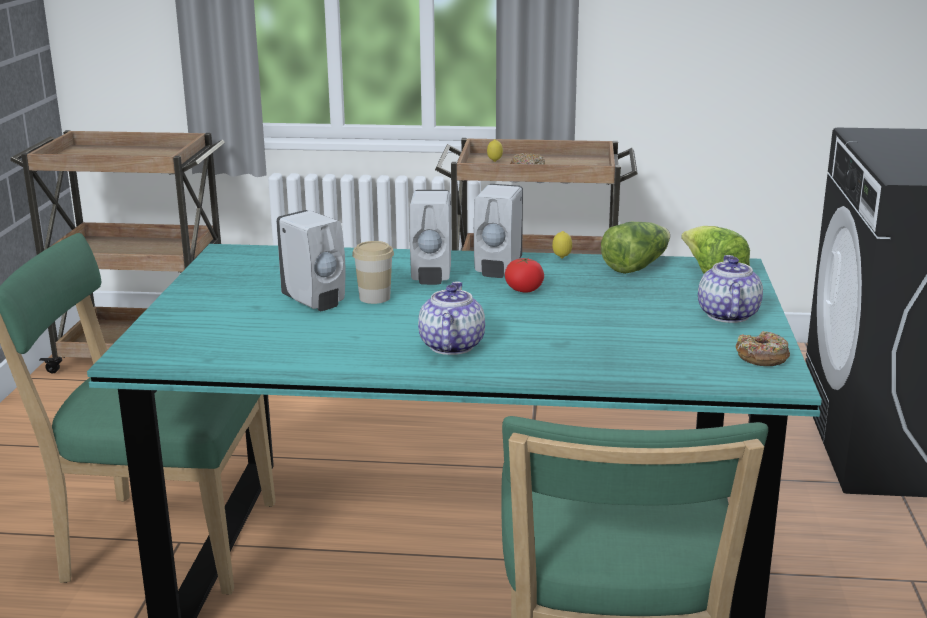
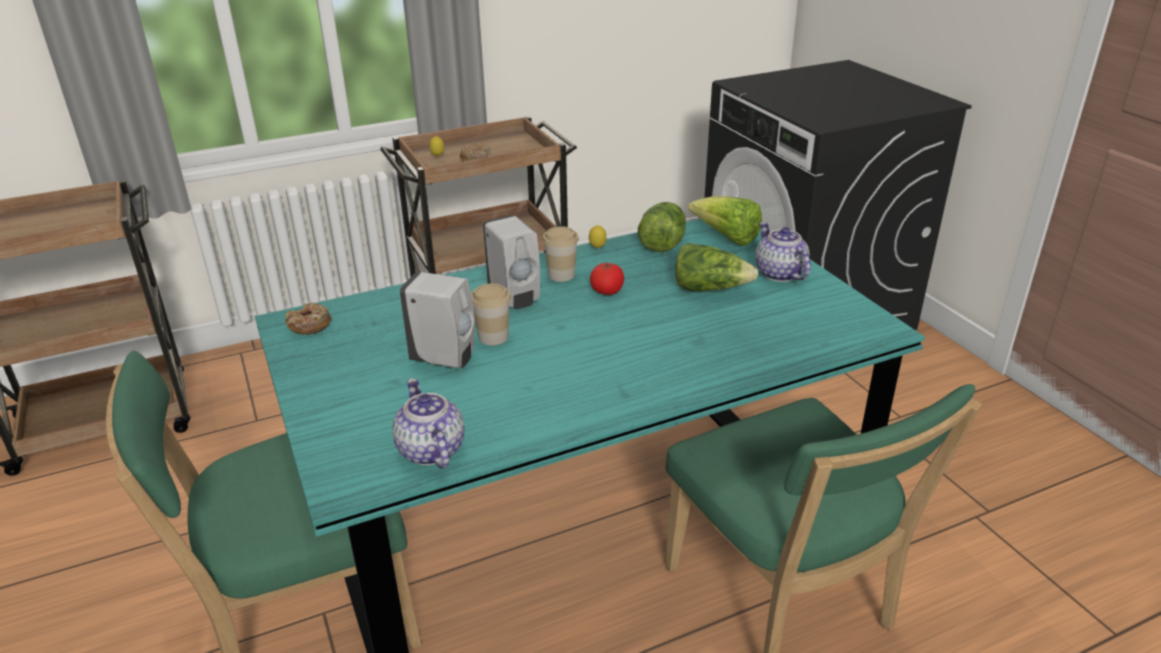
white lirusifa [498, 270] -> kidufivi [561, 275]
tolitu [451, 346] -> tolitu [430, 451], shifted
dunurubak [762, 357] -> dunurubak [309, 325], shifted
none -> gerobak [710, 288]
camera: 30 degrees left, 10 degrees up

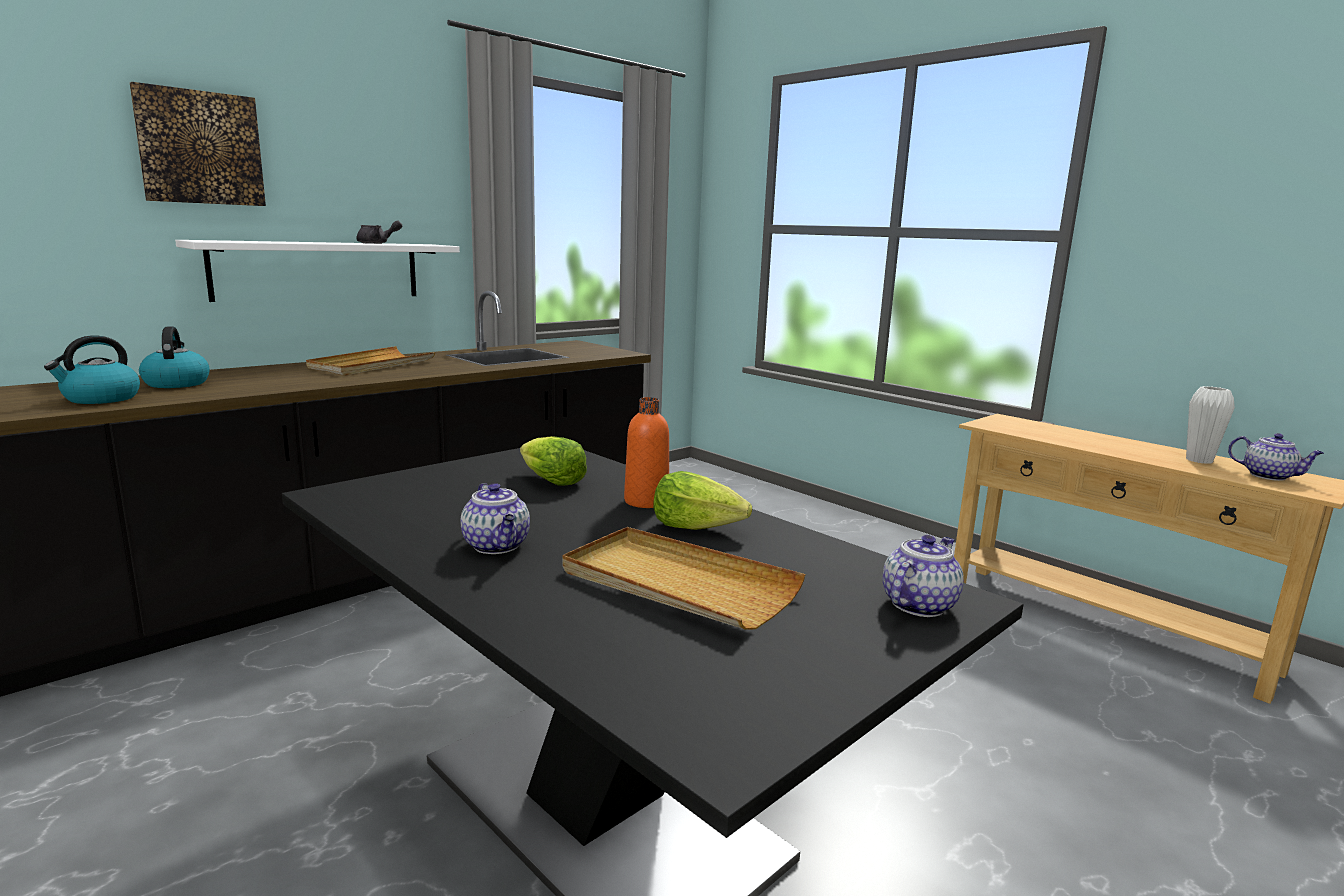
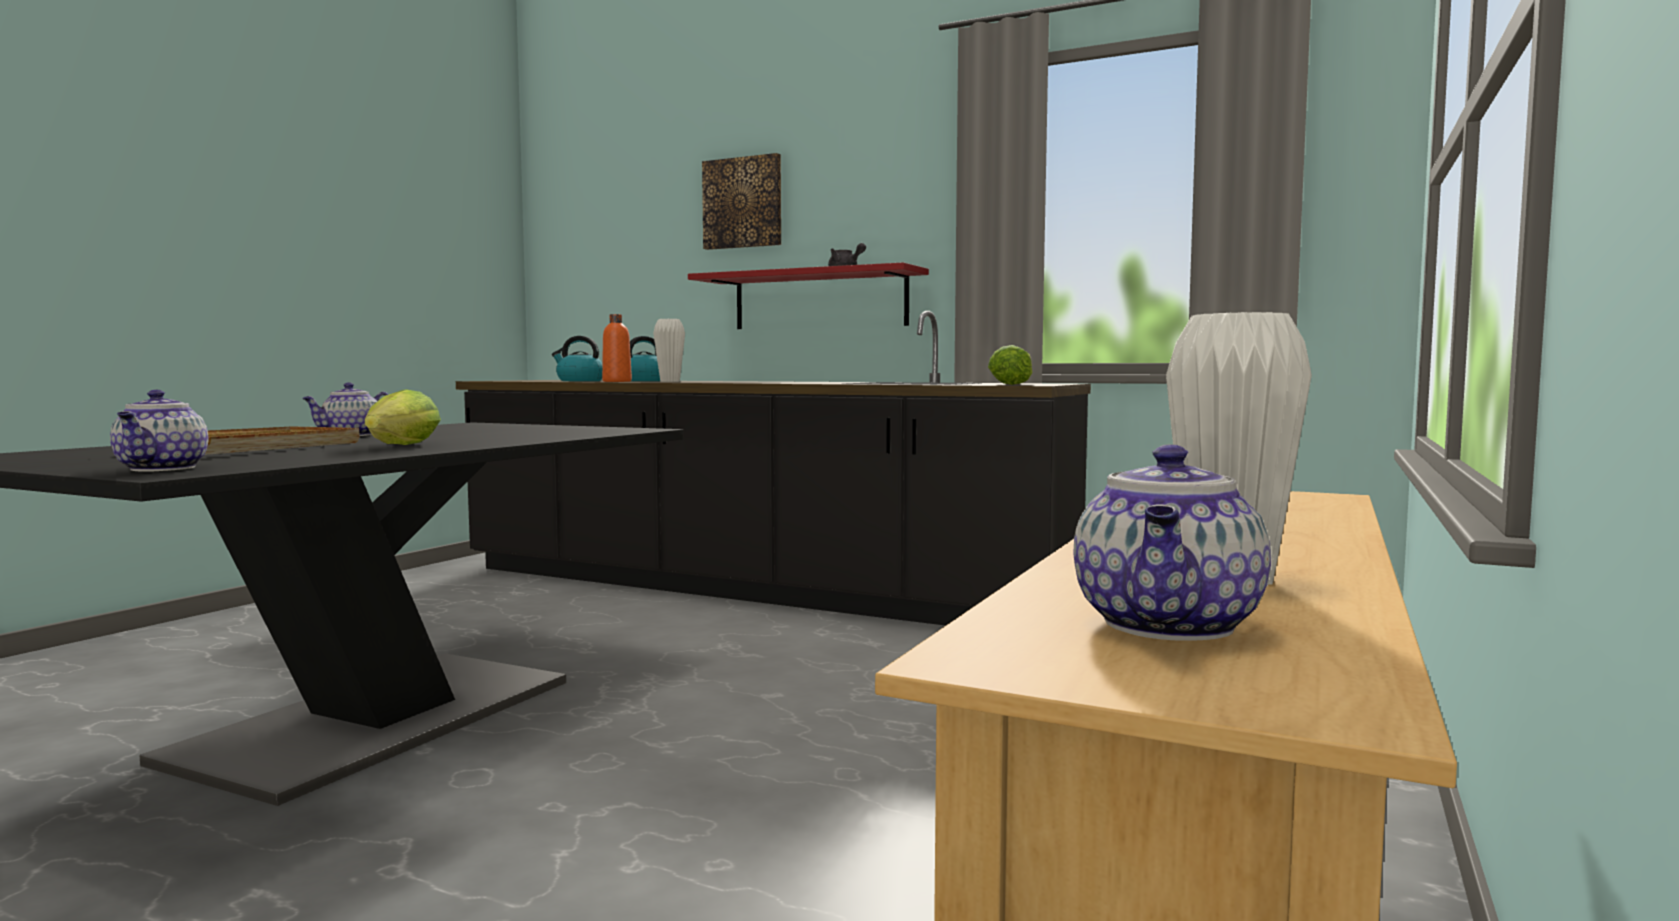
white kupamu [318, 270] -> red kupamu [819, 300]
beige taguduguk [372, 365] -> none
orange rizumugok [646, 501] -> orange rizumugok [617, 381], shifted
gerobak [550, 481] -> gerobak [1011, 384], shifted
tolitu [918, 604] -> tolitu [162, 469], 60 degrees clockwise
none -> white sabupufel [670, 381]
camera: 70 degrees right, 10 degrees down

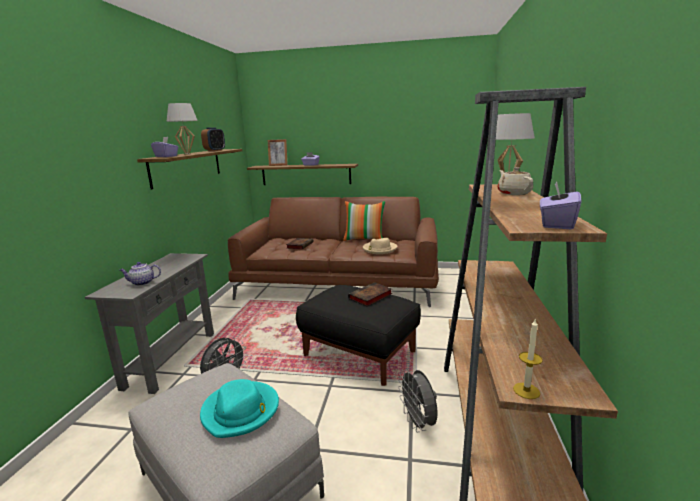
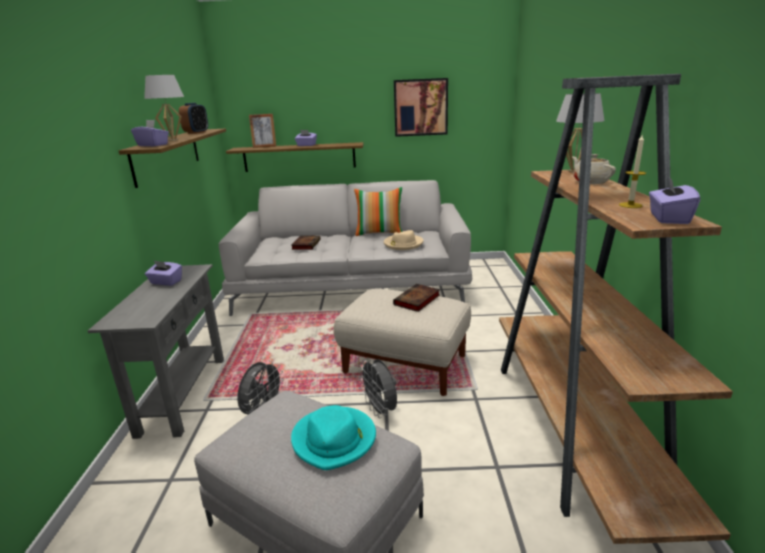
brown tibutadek [340, 283] -> grey tibutadek [352, 285]
tolitu [142, 283] -> none
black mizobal [359, 353] -> beige mizobal [405, 364]
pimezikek [526, 391] -> pimezikek [630, 205], shifted
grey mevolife [418, 423] -> grey mevolife [380, 410], shifted
none -> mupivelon [420, 107]
none -> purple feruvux [166, 282]
camera: 10 degrees left, 5 degrees up

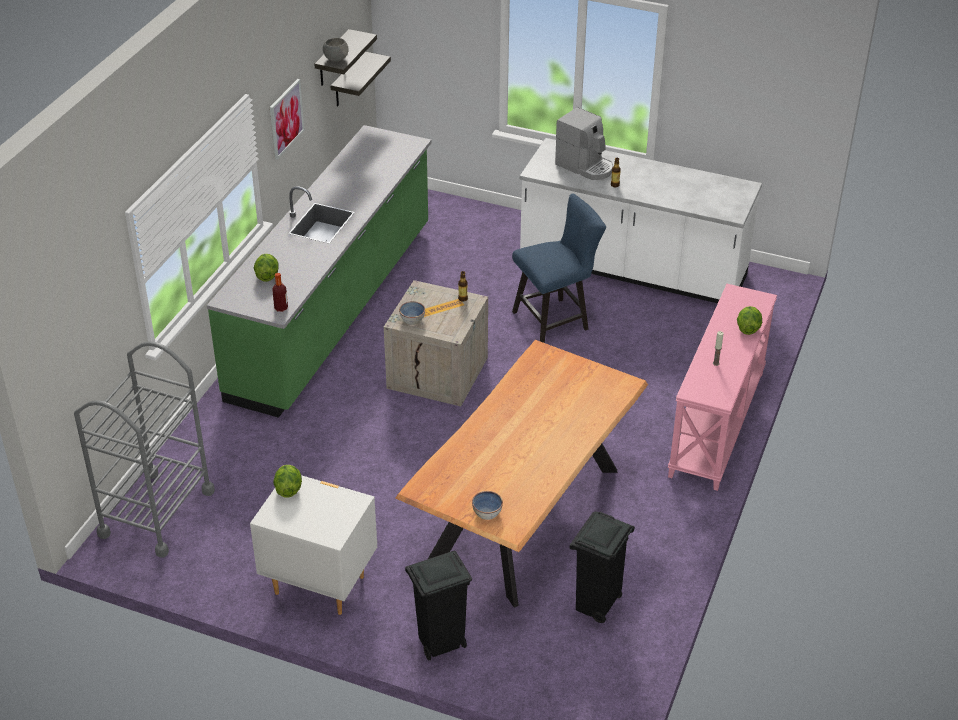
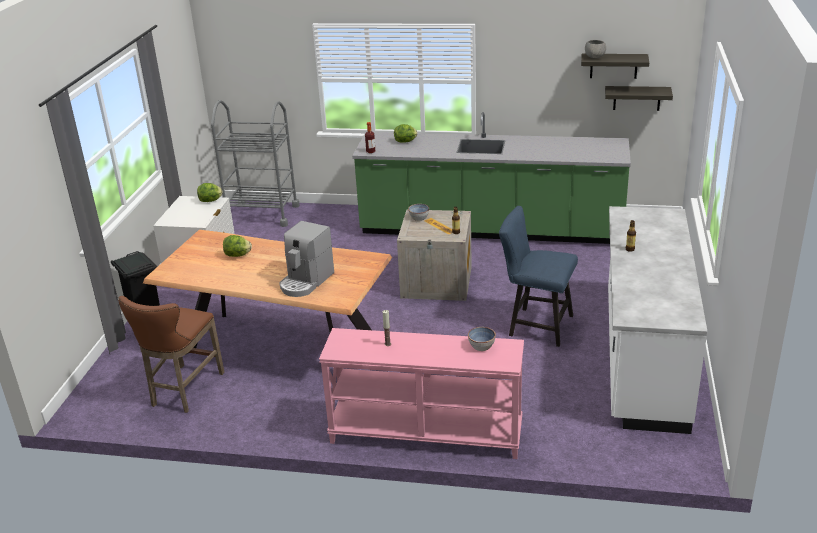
mupivelon [286, 118] -> none
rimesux [585, 166] -> rimesux [306, 281], shifted
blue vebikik [555, 320] -> blue vebikik [535, 325], 150 degrees clockwise
gerobak [747, 328] -> gerobak [237, 255], shifted
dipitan [487, 513] -> dipitan [481, 346], shifted
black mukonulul [597, 606] -> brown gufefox [183, 391]
camera: 80 degrees right, 10 degrees down

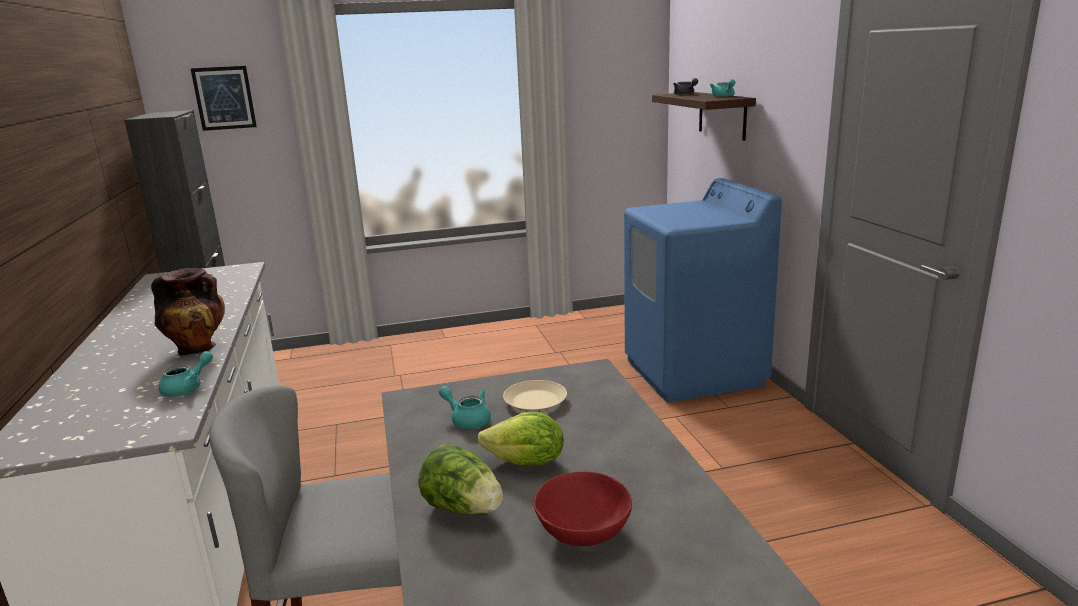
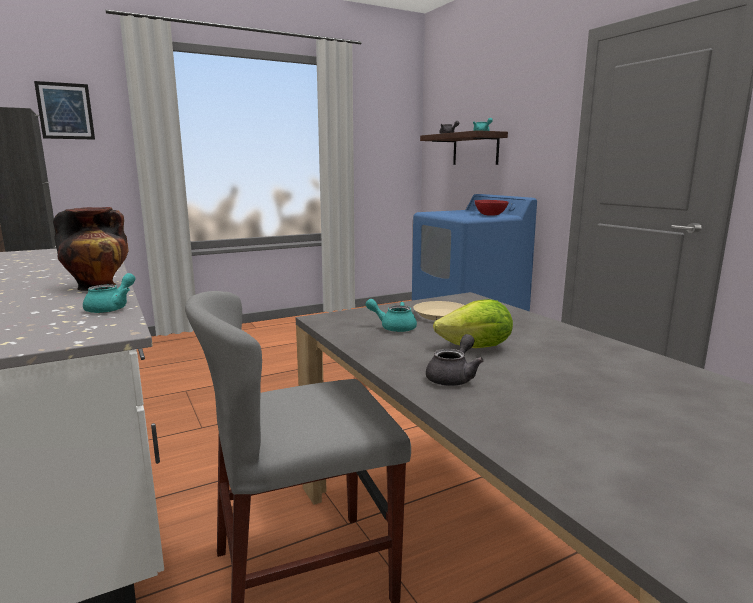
gerobak [464, 508] -> grey tolitu [453, 377]
red dipitan [583, 533] -> red dipitan [490, 215], shifted
camera: 15 degrees left, 5 degrees down

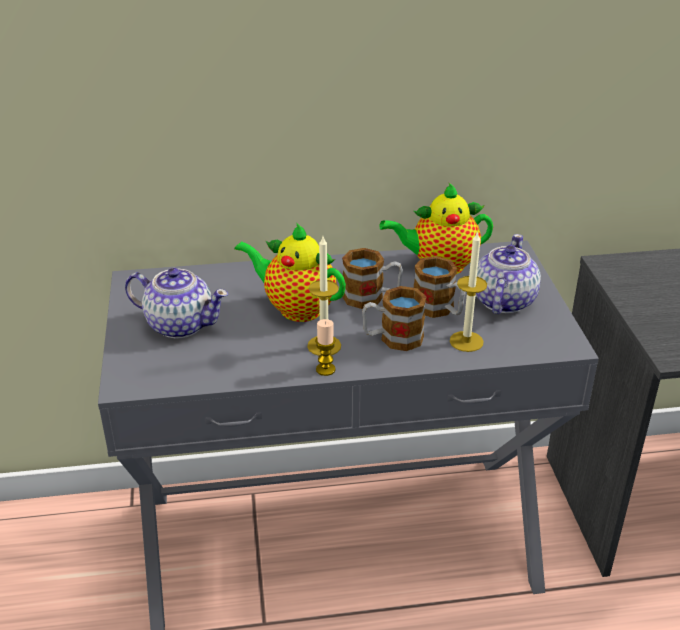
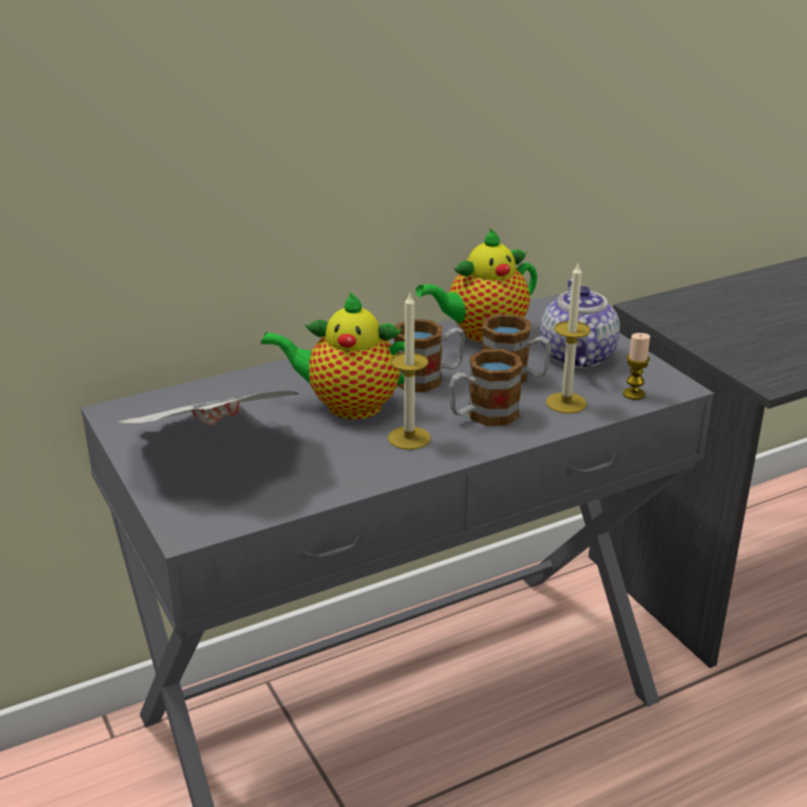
tolitu [179, 324] -> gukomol [214, 449]
pimezikek [325, 369] -> pimezikek [633, 394], shifted
camera: 20 degrees left, 5 degrees down

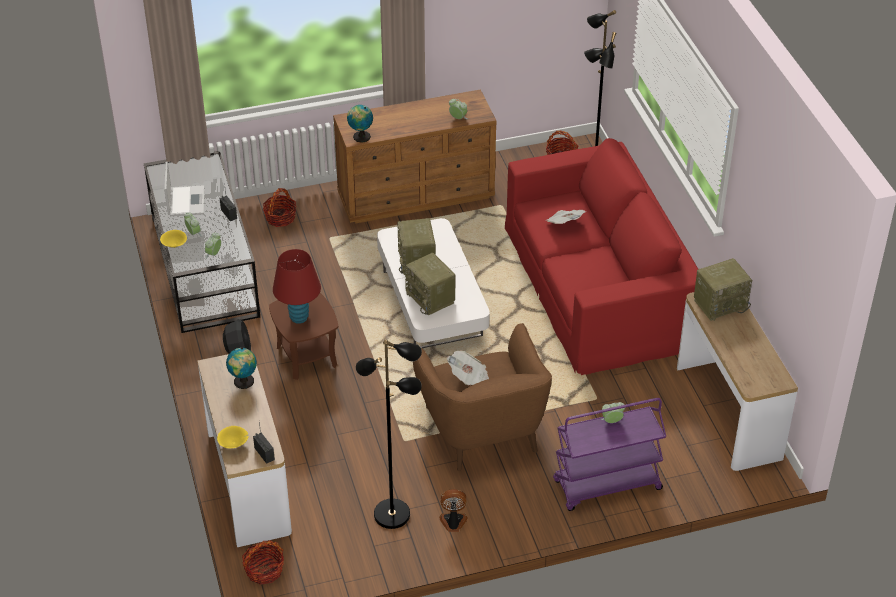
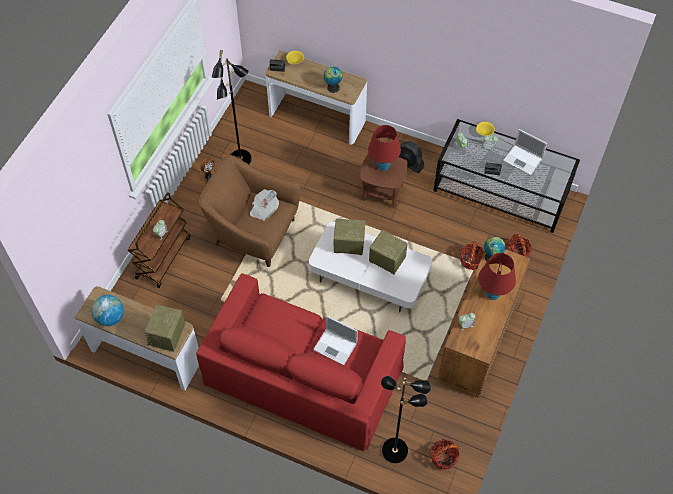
gukomol [565, 224] -> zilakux [336, 346]
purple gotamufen [606, 486] -> brown gotamufen [163, 257]
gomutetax [264, 570] -> gomutetax [471, 260], shifted
none -> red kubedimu [492, 294]
none -> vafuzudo [110, 317]
camera: 130 degrees right, 15 degrees up

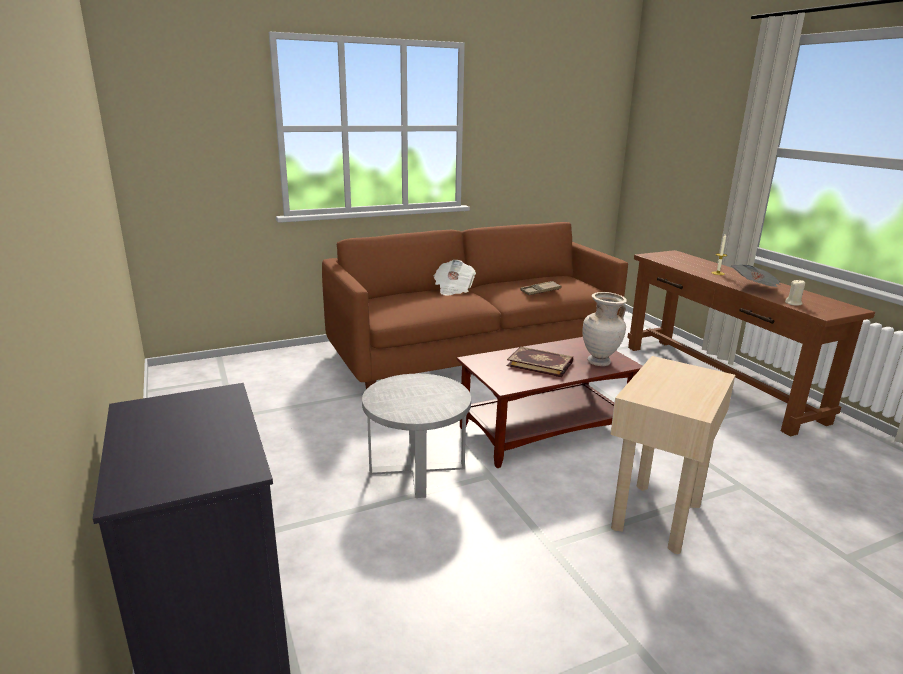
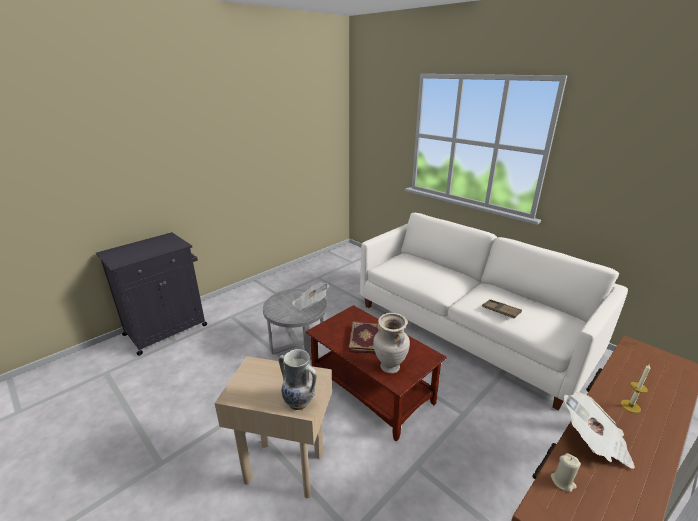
brown tibutadek [473, 352] -> white tibutadek [468, 329]
gukomol [453, 289] -> gukomol [310, 304], shifted
none -> sabupufel [299, 401]
camera: 70 degrees right, 5 degrees up

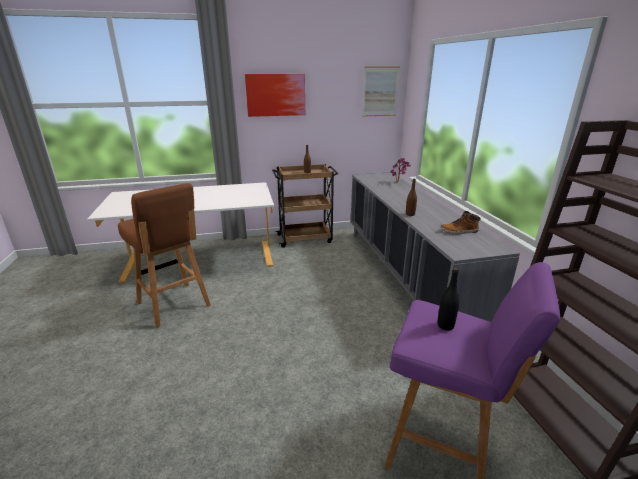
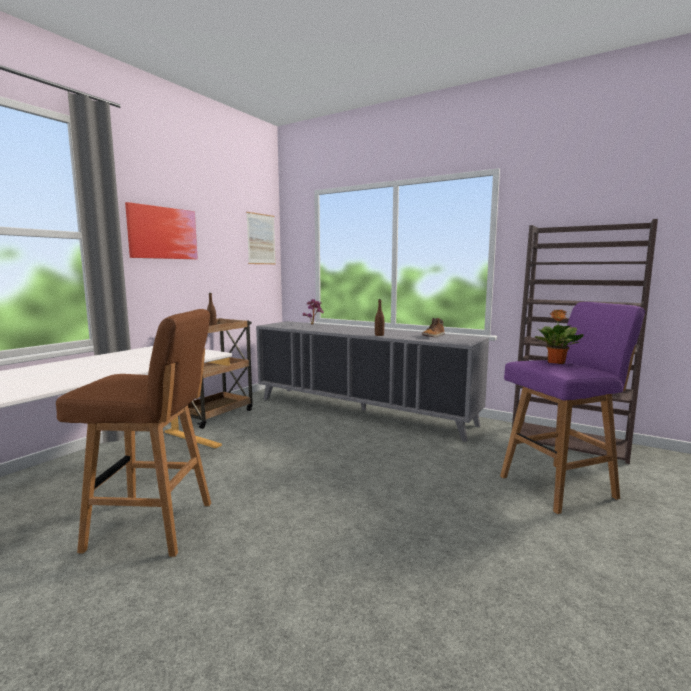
black rizumugok [445, 325] -> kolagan [555, 362]
camera: 45 degrees left, 15 degrees down

